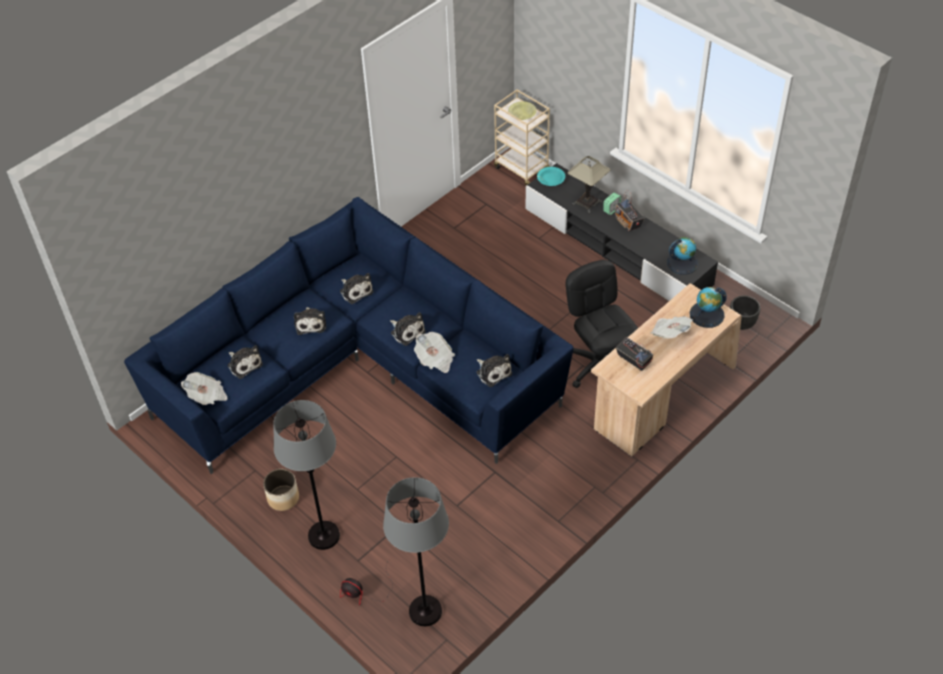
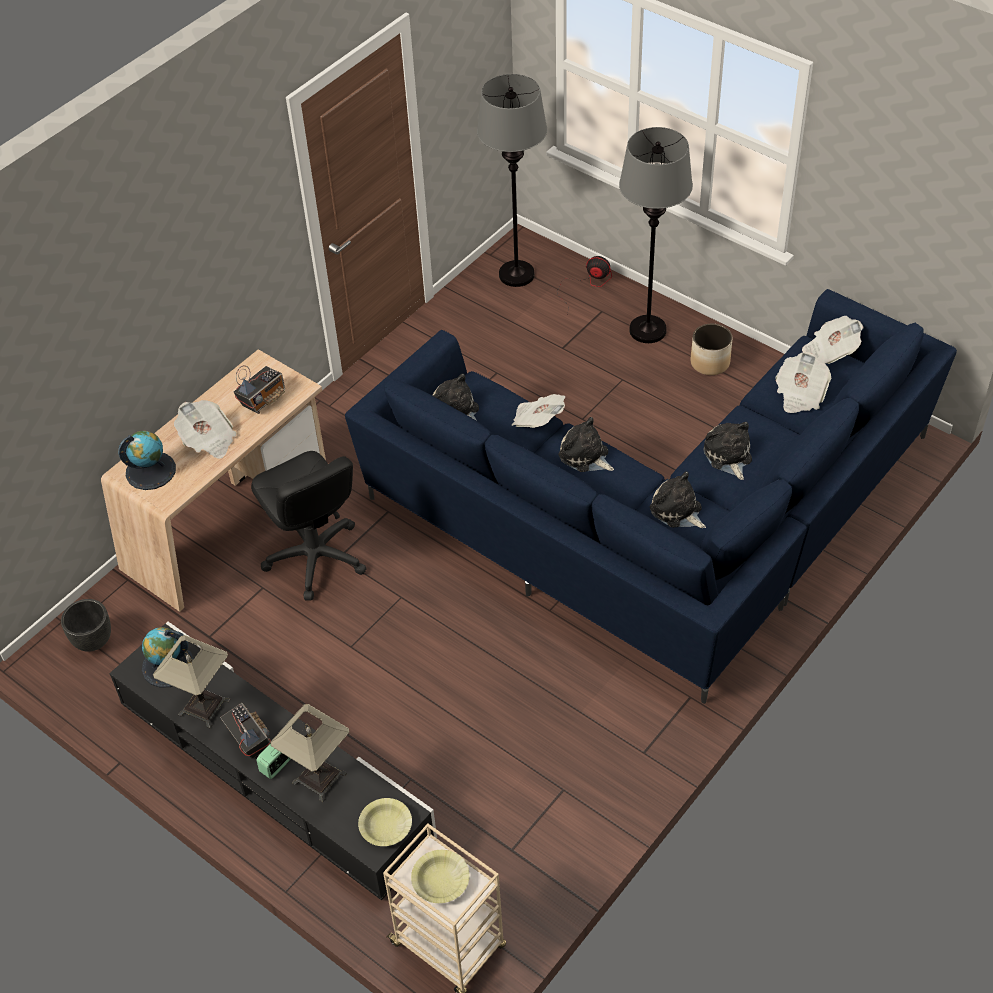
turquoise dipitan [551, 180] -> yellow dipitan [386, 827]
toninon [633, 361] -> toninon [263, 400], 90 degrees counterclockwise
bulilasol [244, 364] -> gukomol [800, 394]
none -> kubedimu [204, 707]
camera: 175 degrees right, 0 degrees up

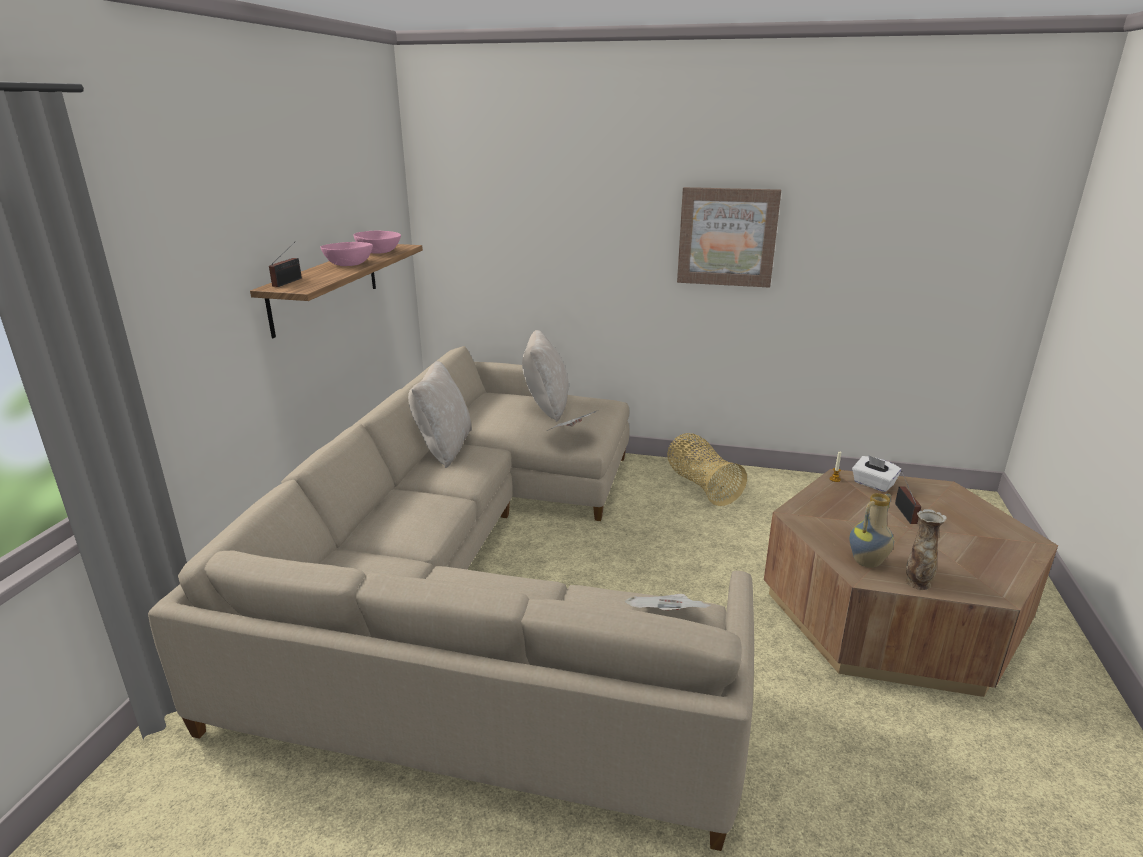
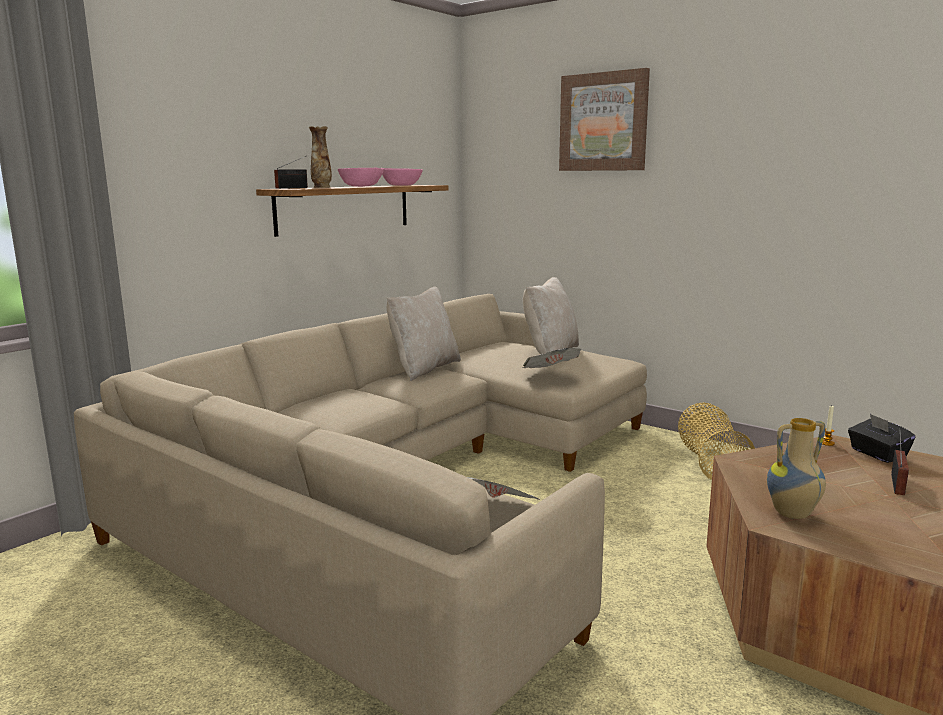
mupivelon [727, 237] -> mupivelon [603, 122], shifted
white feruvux [873, 484] -> black feruvux [877, 454]
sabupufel [917, 582] -> sabupufel [321, 187], shifted
camera: 25 degrees right, 10 degrees down

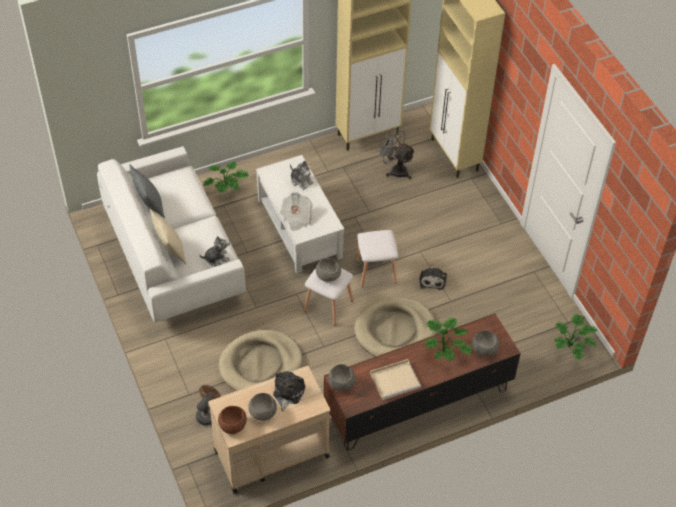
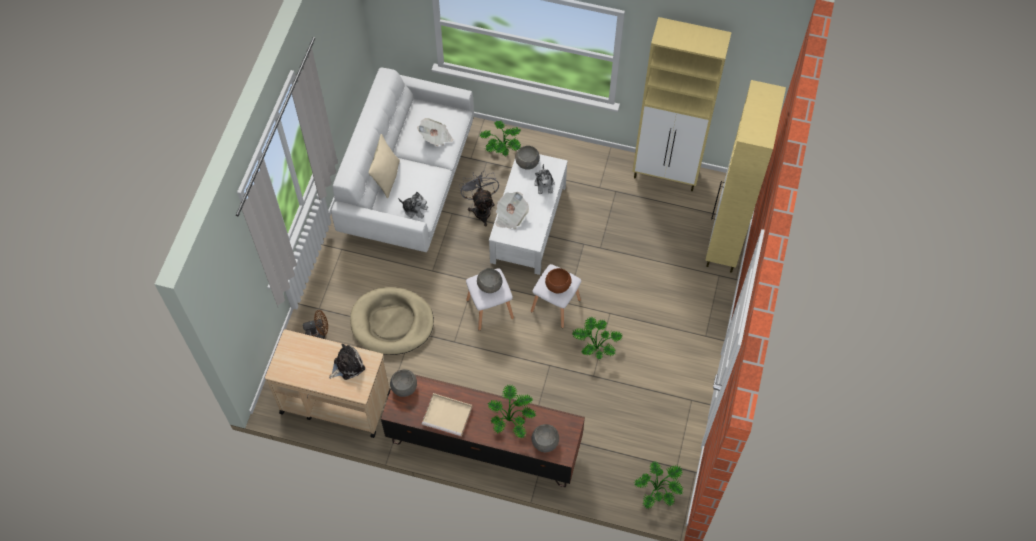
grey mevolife [395, 170] -> grey mevolife [481, 209], shifted
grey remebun [149, 205] -> none
bulilasol [432, 280] -> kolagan [596, 346]
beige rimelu [395, 331] -> none
grey dipitan [263, 412] -> grey dipitan [527, 162], shifted
brown dipitan [232, 424] -> brown dipitan [558, 284], shifted
none -> gukomol [436, 137]
camera: 40 degrees right, 10 degrees up

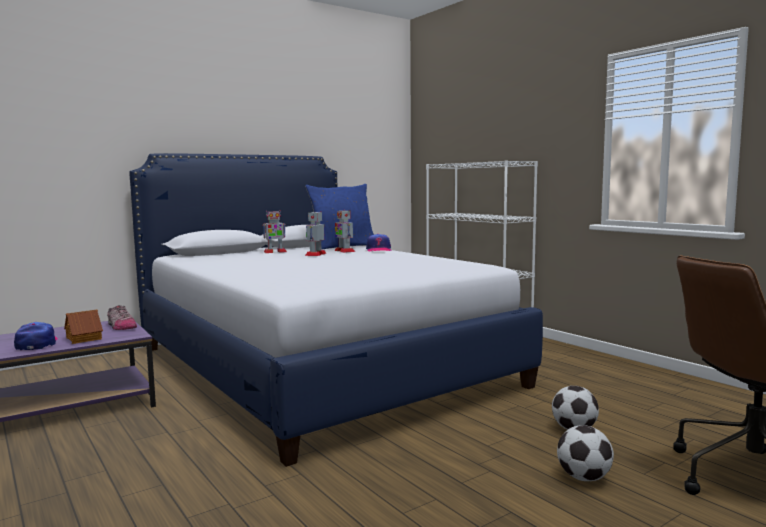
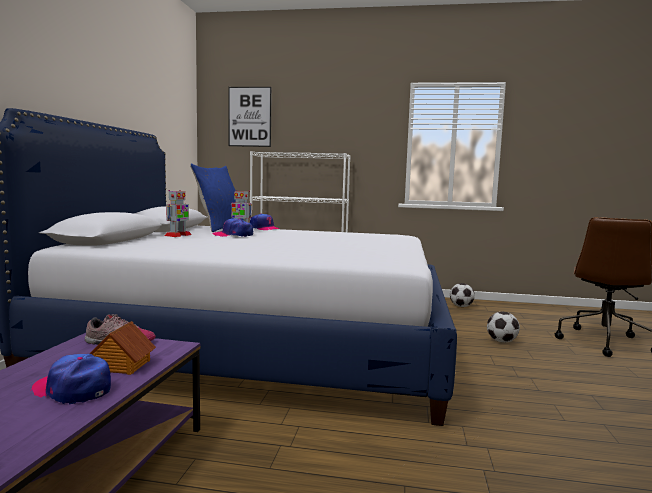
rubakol [315, 254] -> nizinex [233, 235]
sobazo [584, 478] -> sobazo [461, 306], shifted
none -> mupivelon [249, 117]
camera: 45 degrees left, 0 degrees up

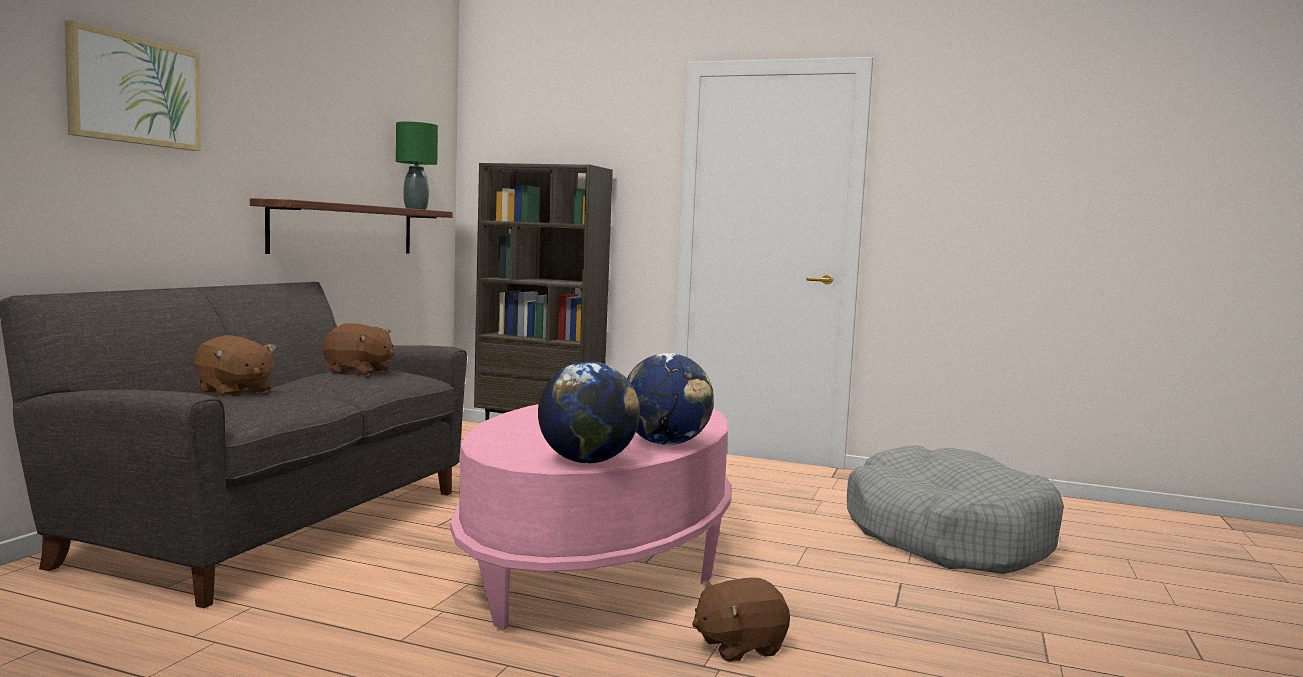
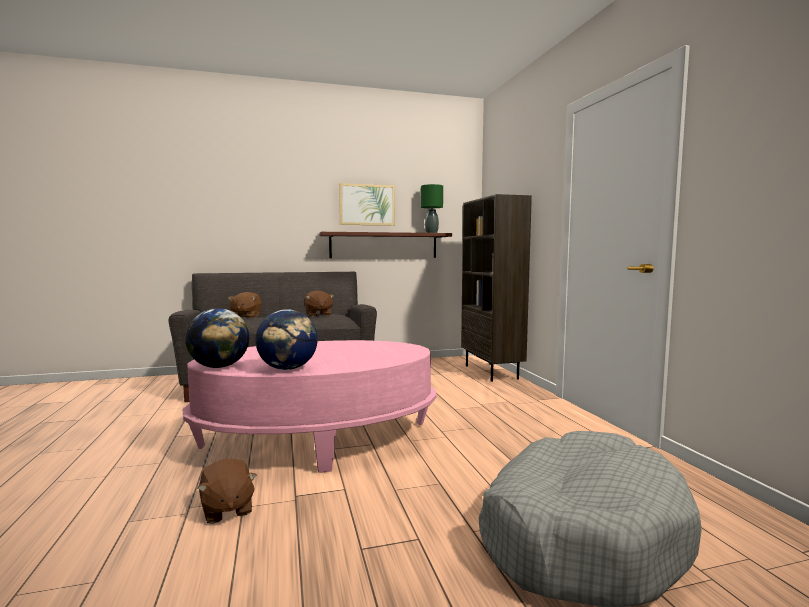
mupivelon [135, 91] -> mupivelon [367, 205], shifted
brown bulilasol [739, 646] -> brown bulilasol [226, 509], 150 degrees counterclockwise
camera: 55 degrees right, 0 degrees up

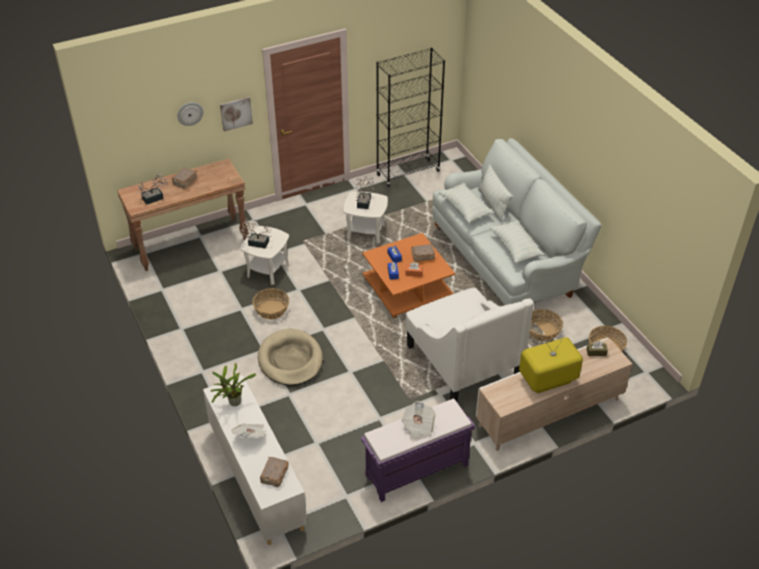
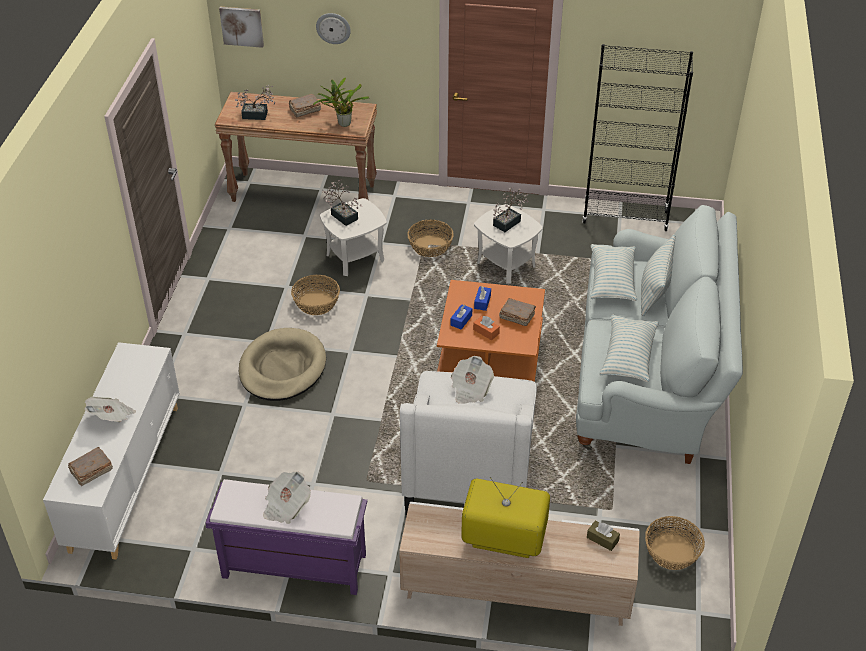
mupivelon [236, 113] -> mupivelon [242, 26], shifted
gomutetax [542, 331] -> gomutetax [430, 246], shifted
kolagan [233, 403] -> kolagan [342, 123], shifted
none -> gukomol [470, 389]
camera: 35 degrees right, 0 degrees up

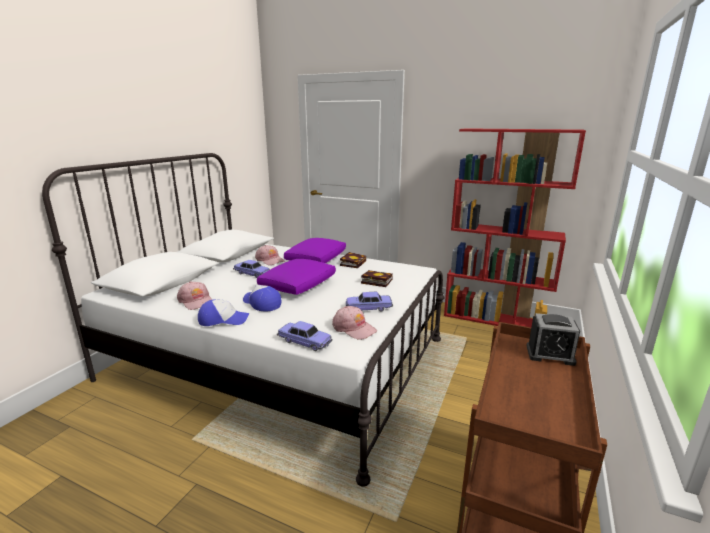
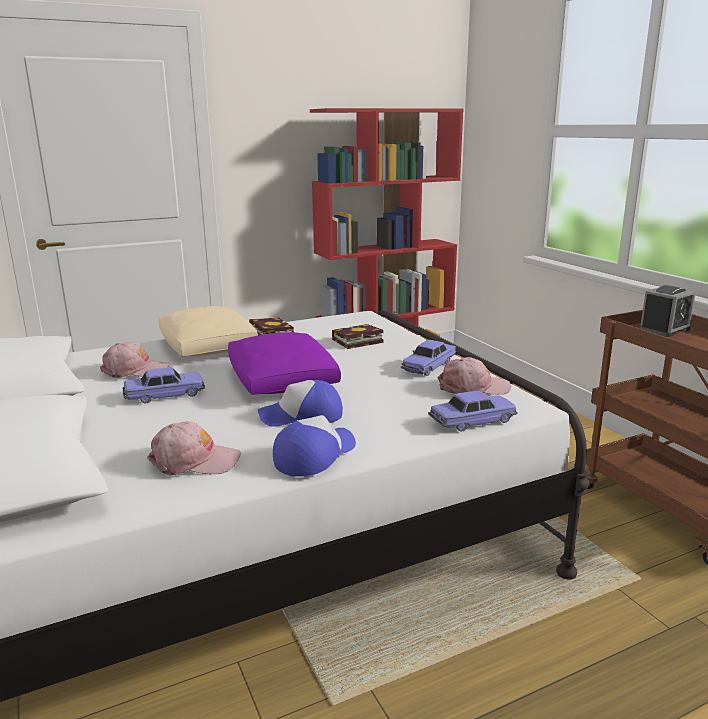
purple remebun [316, 259] -> beige remebun [207, 346]
camera: 50 degrees left, 0 degrees up

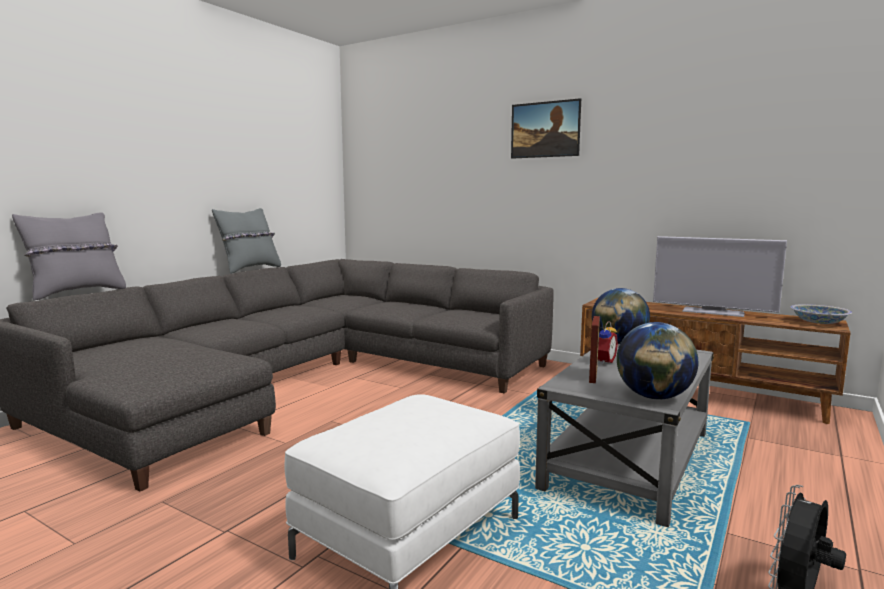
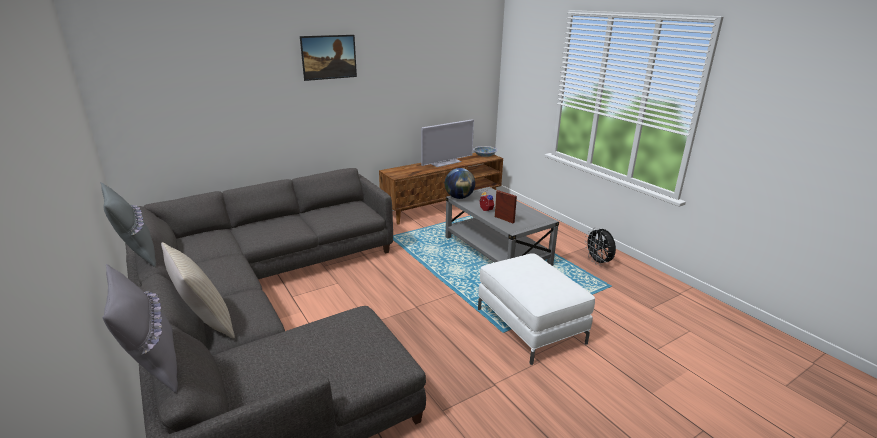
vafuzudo [654, 397] -> none
none -> beige remebun [205, 323]
camera: 65 degrees left, 15 degrees up

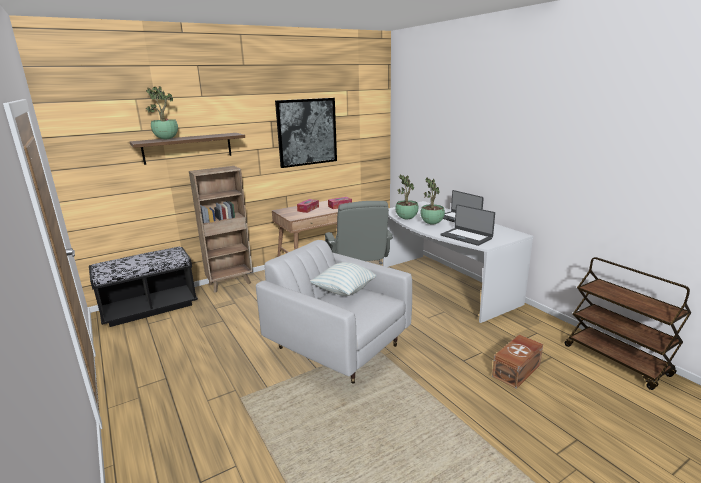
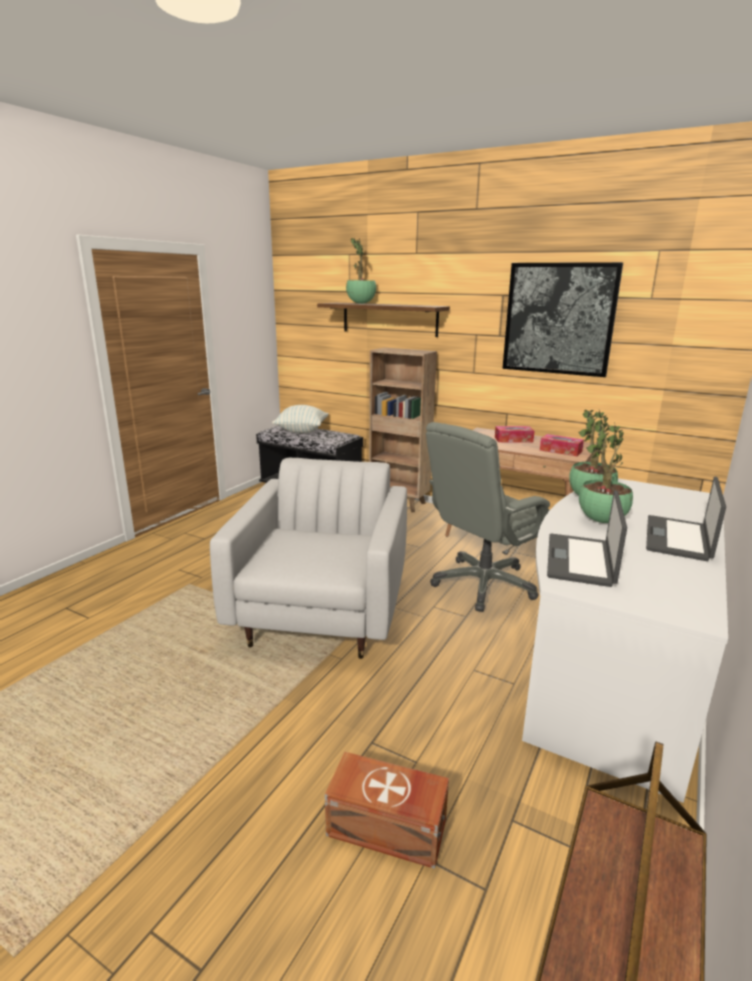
remebun [344, 291] -> remebun [301, 431], shifted
camera: 60 degrees right, 0 degrees up

